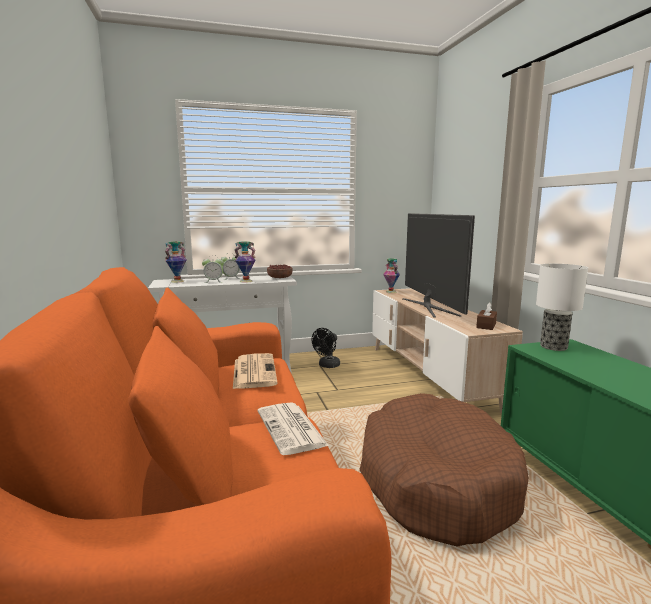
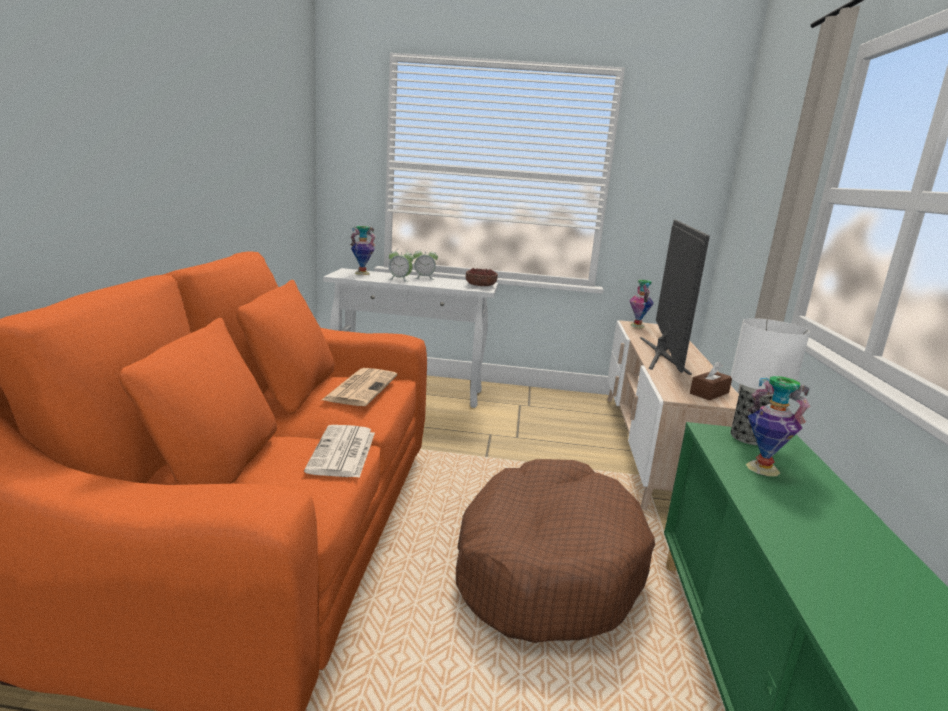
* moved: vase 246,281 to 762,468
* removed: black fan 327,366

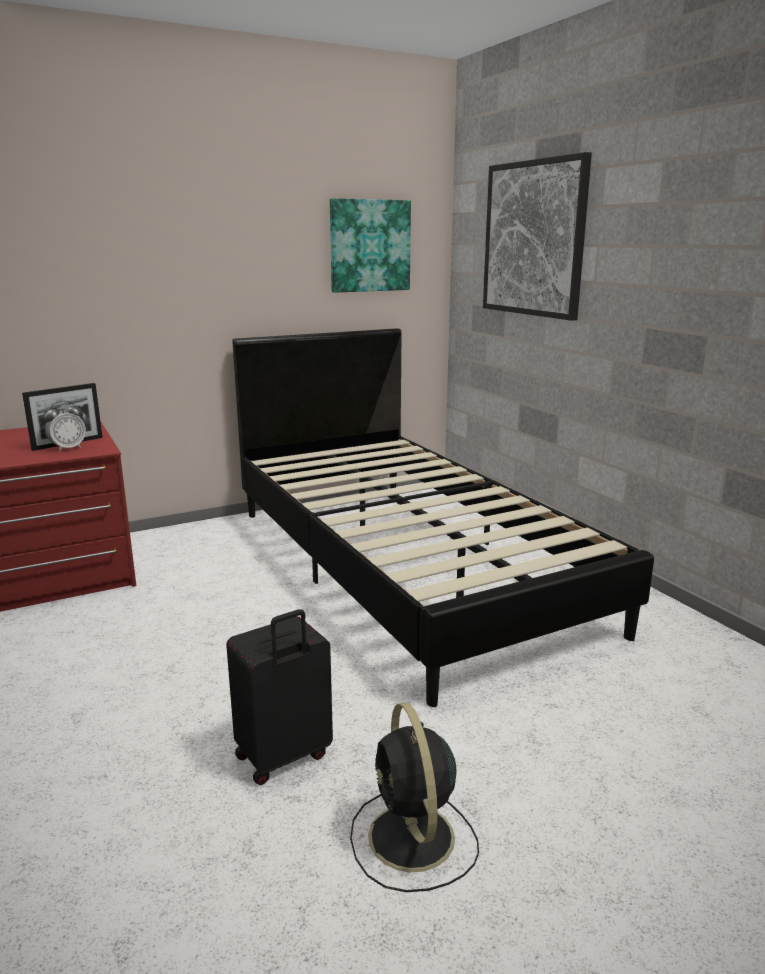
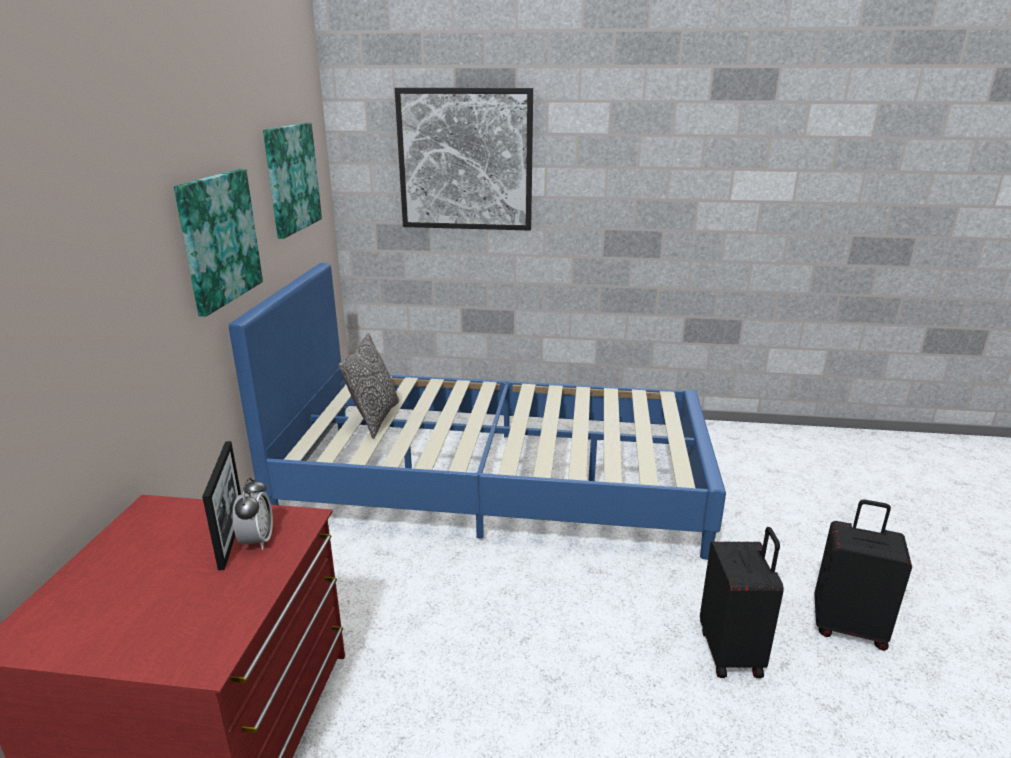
* recoloured: black bed 406,565 to blue bed 495,483
* replaced: black fan 412,840 to black suitcase 848,627
* added: picture 218,239
* added: pillow 374,418

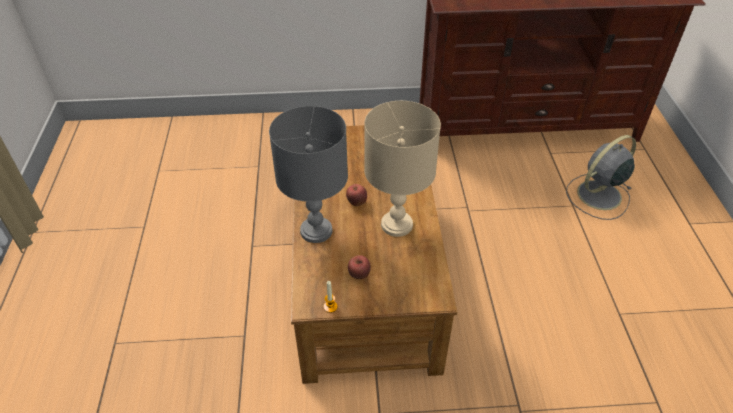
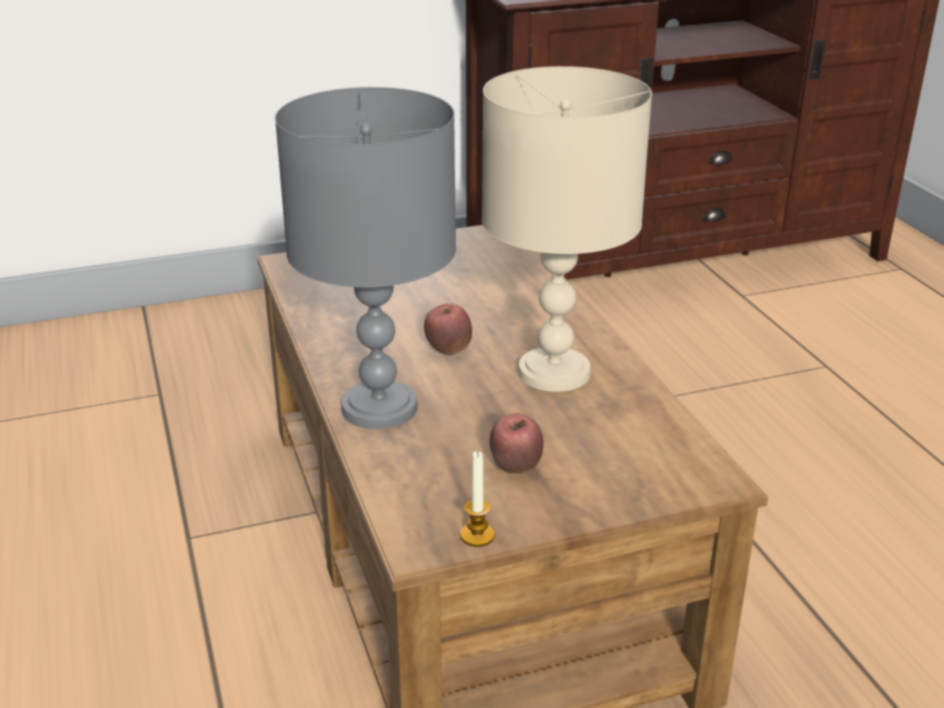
* removed: grey fan 597,196

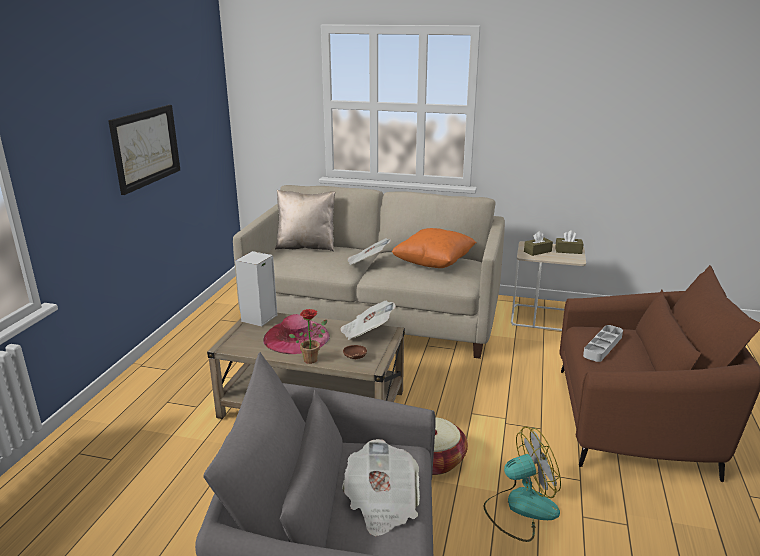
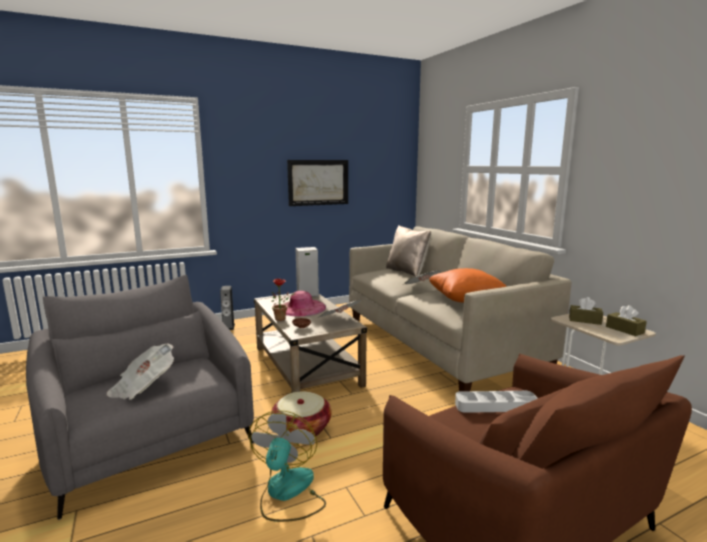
* turned: fan 520,508 = 287,493 120 degrees counterclockwise
* added: speaker 228,327

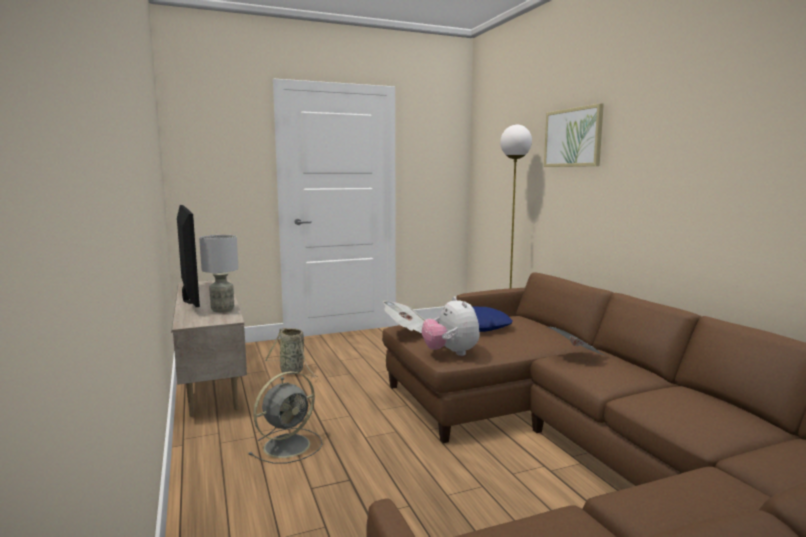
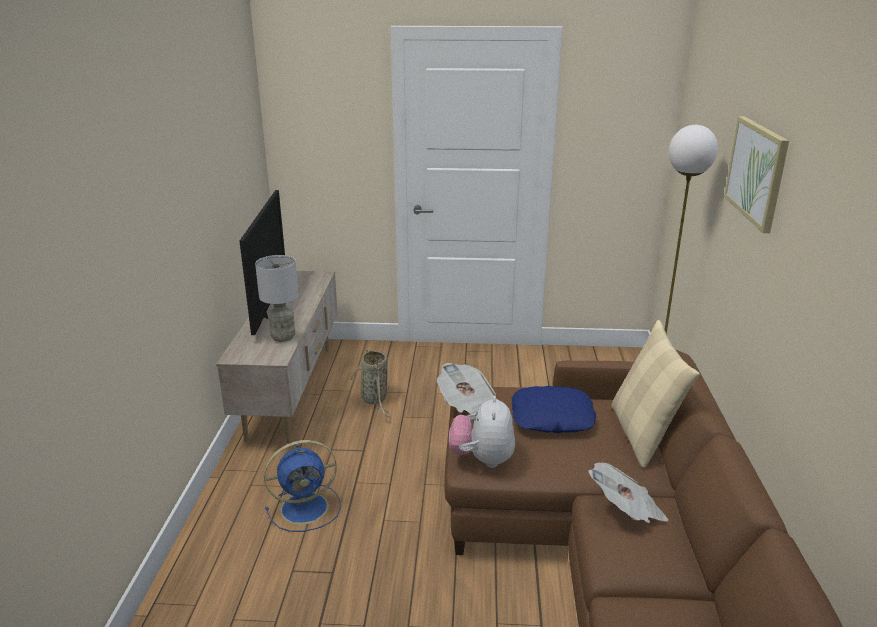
* recoloured: grey fan 289,445 to blue fan 306,507
* added: beige pillow 642,434

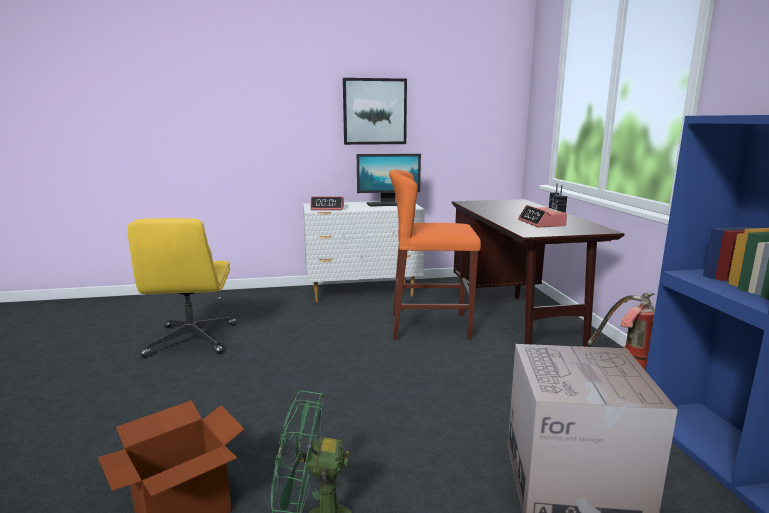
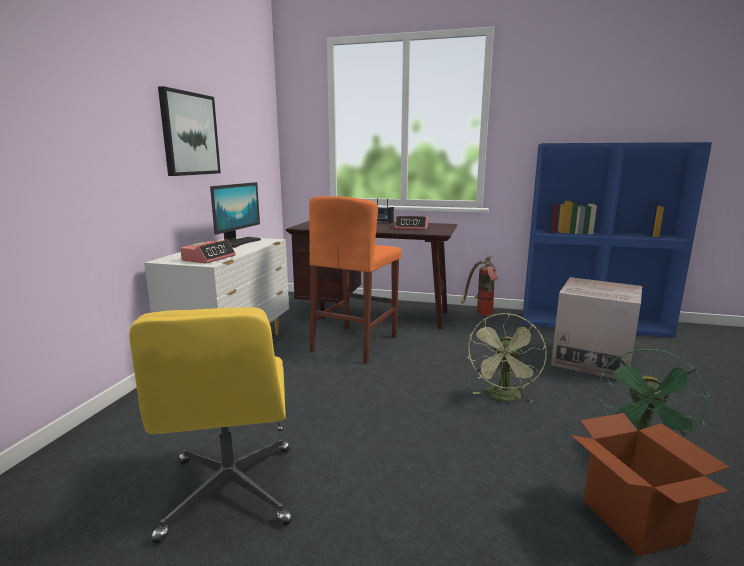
* turned: yellow office chair 192,340 = 230,492 60 degrees clockwise
* added: green fan 504,398

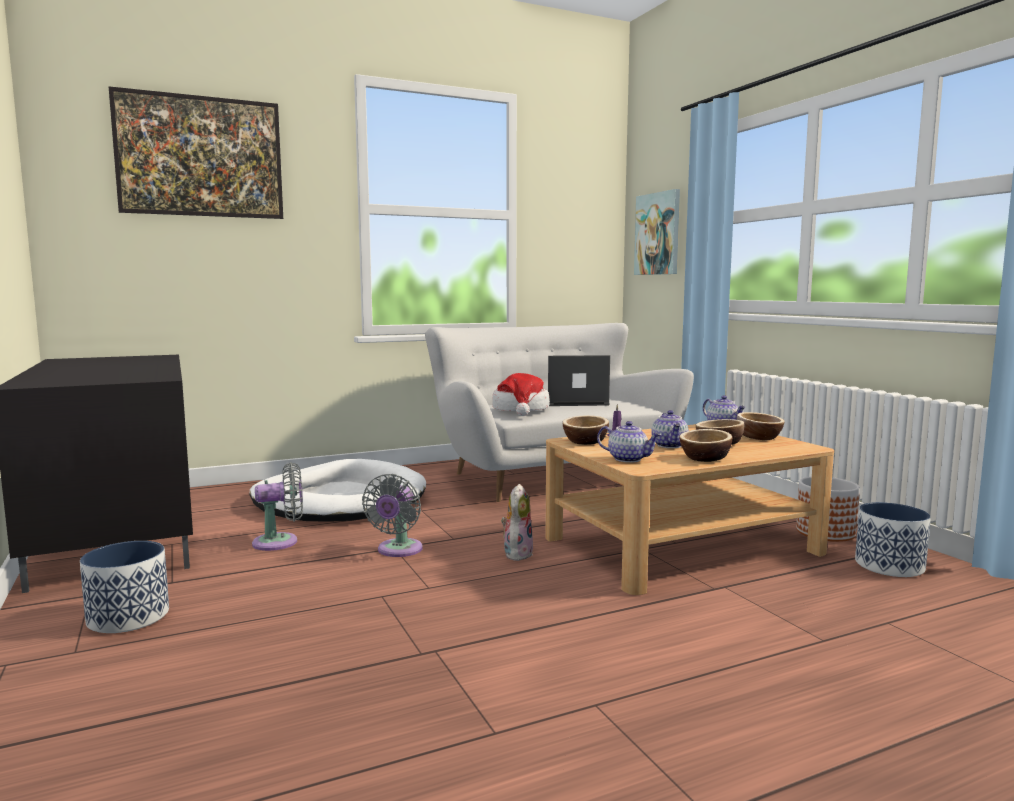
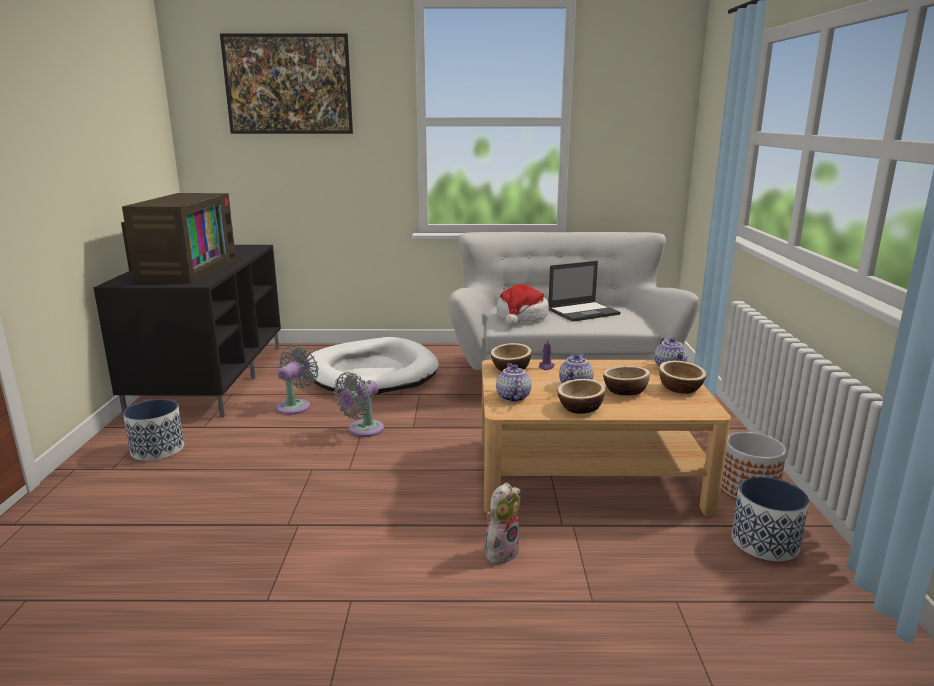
* turned: grey fan 280,542 = 296,406 75 degrees counterclockwise
* moved: plush toy 517,553 to 501,551
* turned: laptop 573,402 = 584,312 135 degrees clockwise
* turned: teapot 628,459 = 512,397 150 degrees counterclockwise
* removed: picture 658,234
* added: television 185,269

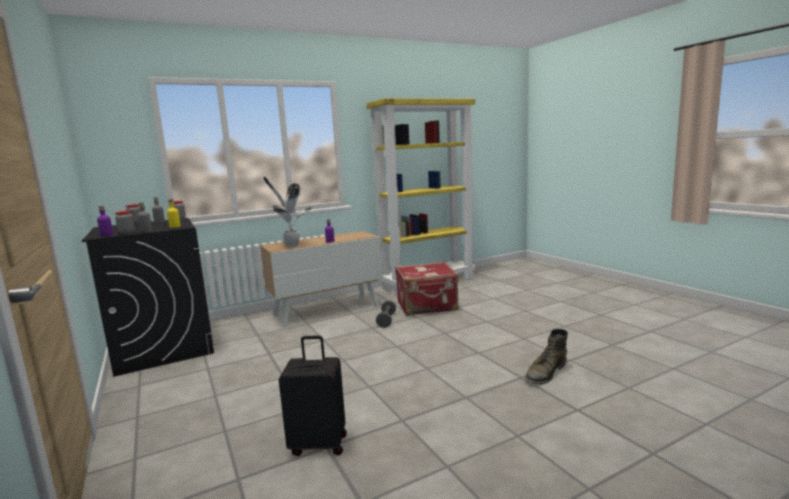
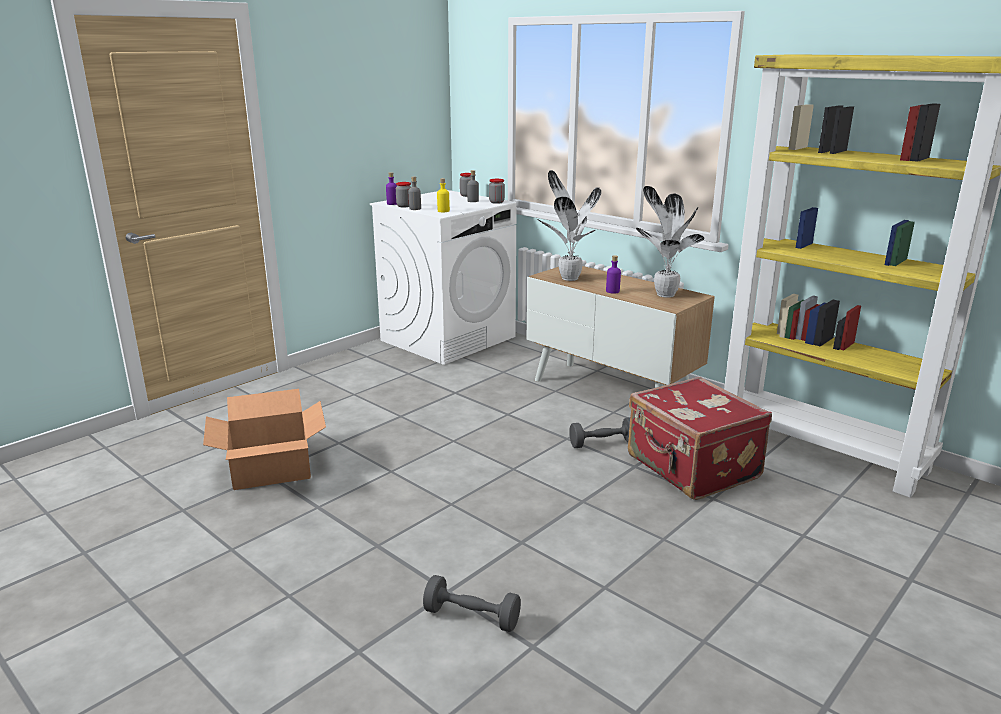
* recoloured: black washing machine 164,347 to white washing machine 448,338
* replaced: black suitcase 319,444 to cardboard box 271,468
* replaced: green boot 545,372 to grey dumbbell 472,617
* added: potted plant 663,295

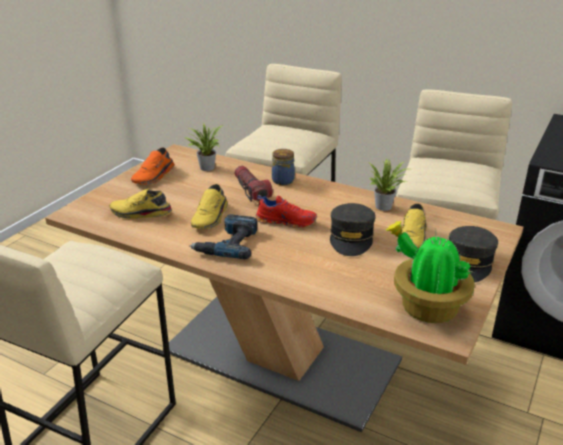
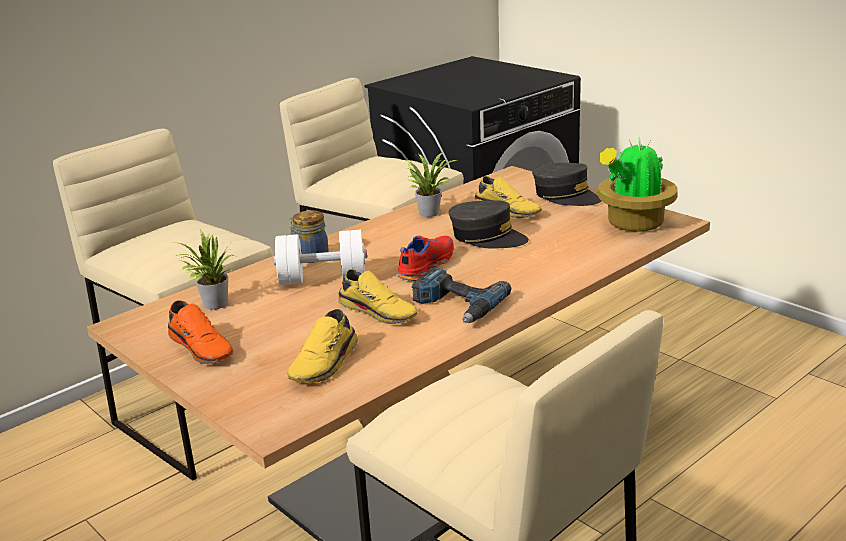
* replaced: flashlight 251,191 to white dumbbell 322,279

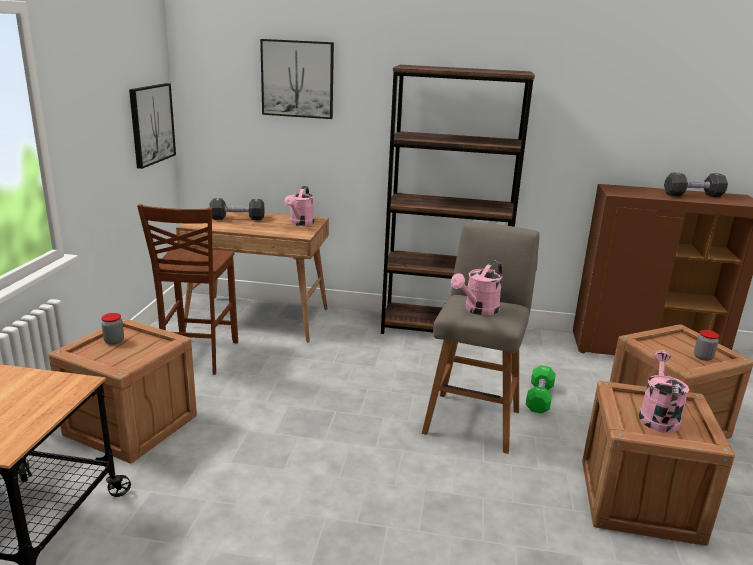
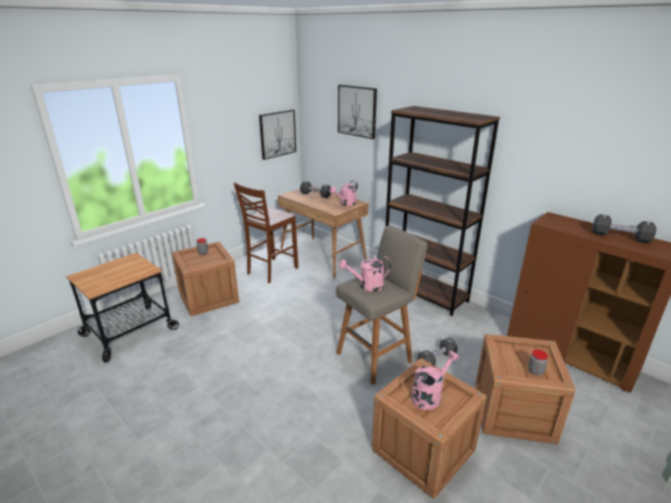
* recoloured: green dumbbell 539,398 to black dumbbell 436,359

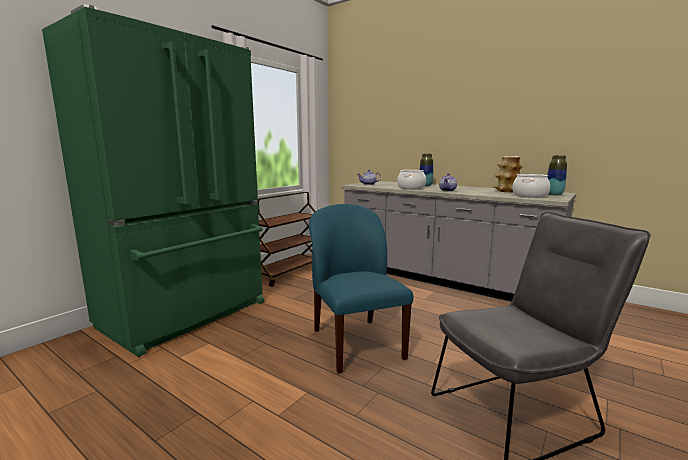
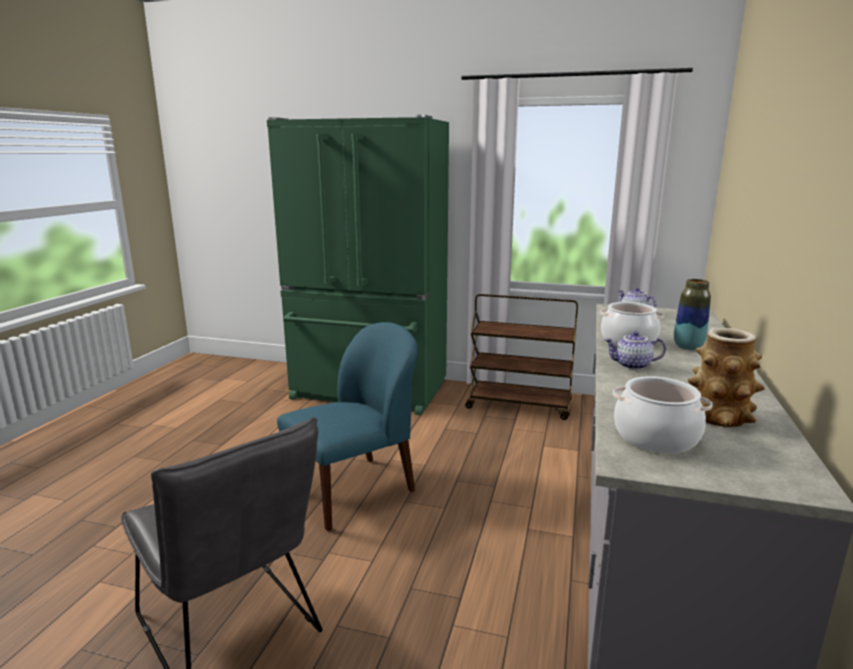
* removed: vase 554,194

